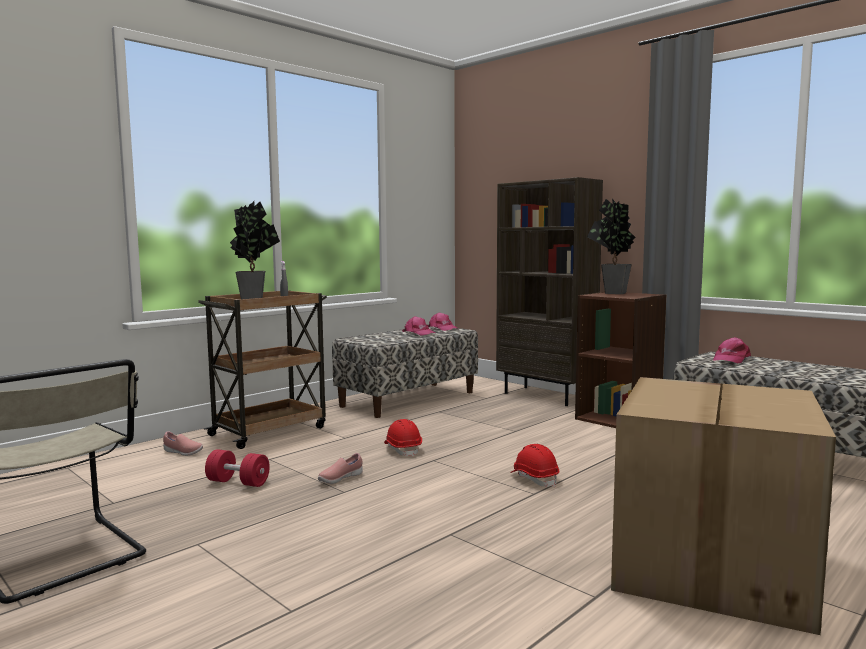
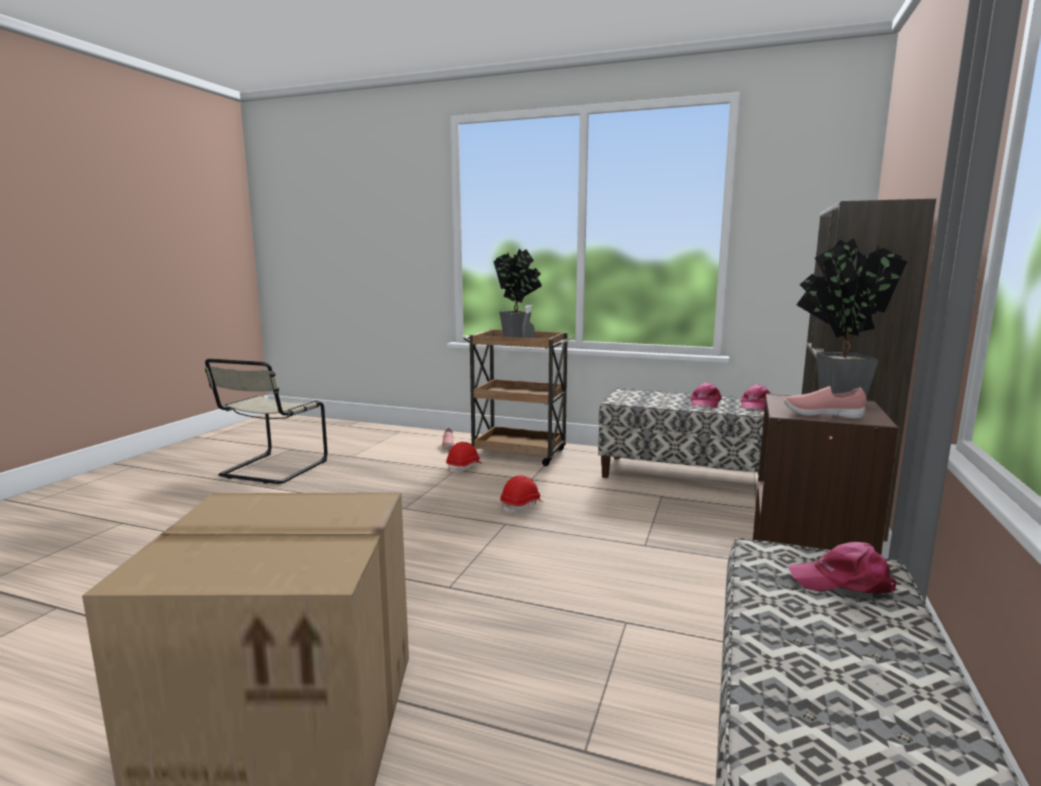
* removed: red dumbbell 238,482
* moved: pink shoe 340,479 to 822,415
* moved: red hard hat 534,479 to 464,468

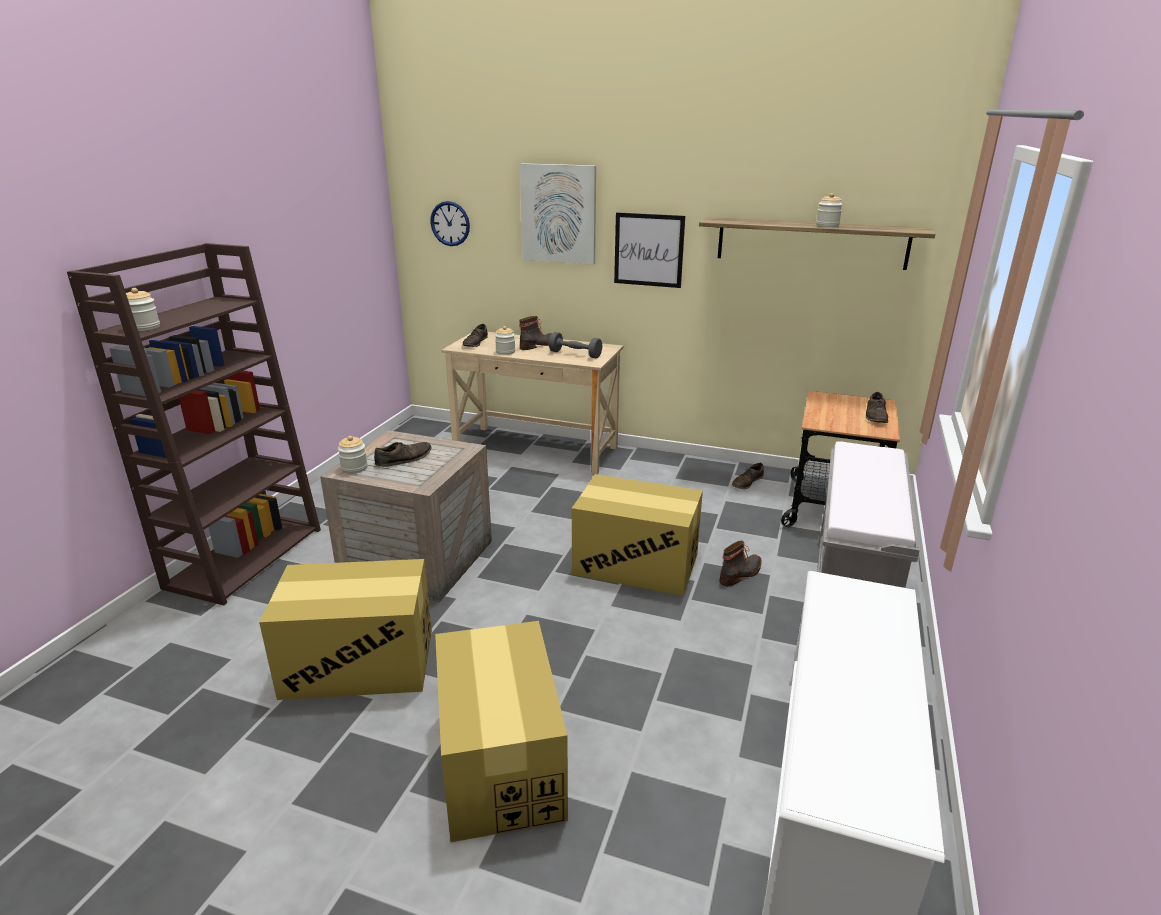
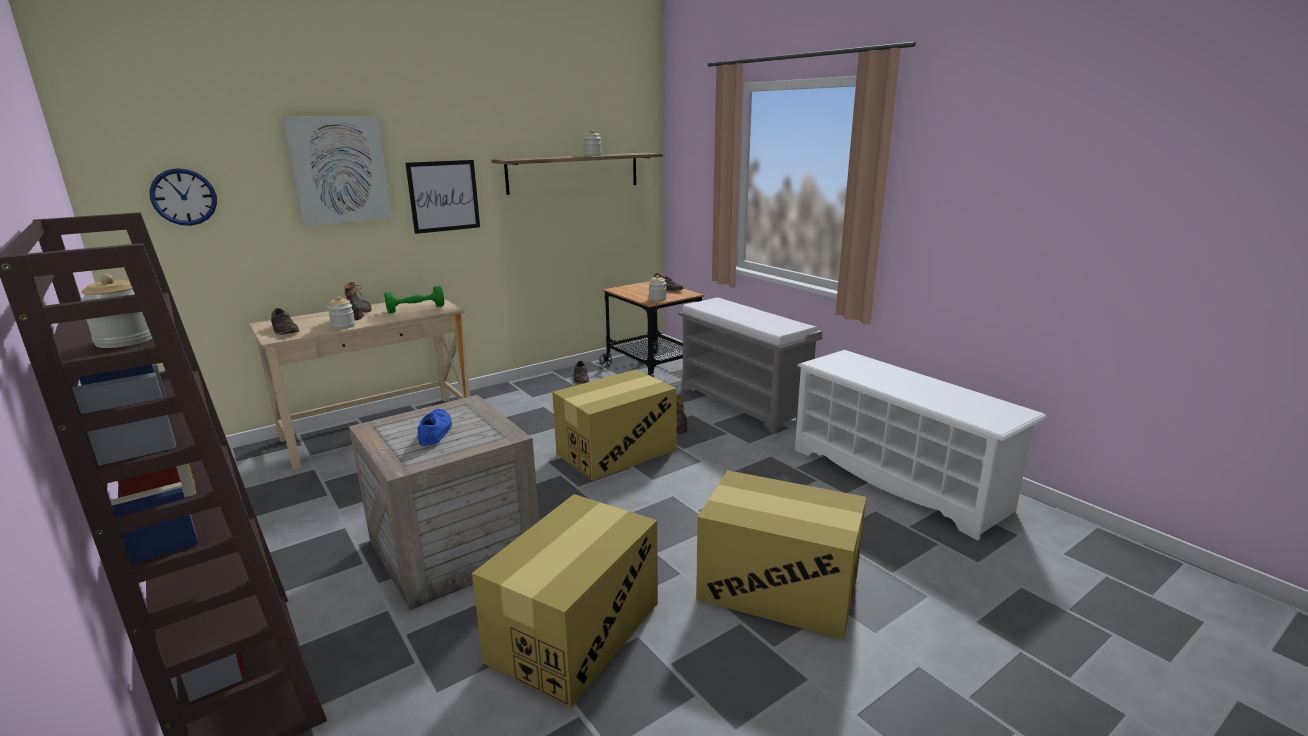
* moved: jar 354,468 to 657,299
* recoloured: brown shoe 404,459 to blue shoe 435,432
* recoloured: grey dumbbell 575,354 to green dumbbell 416,309

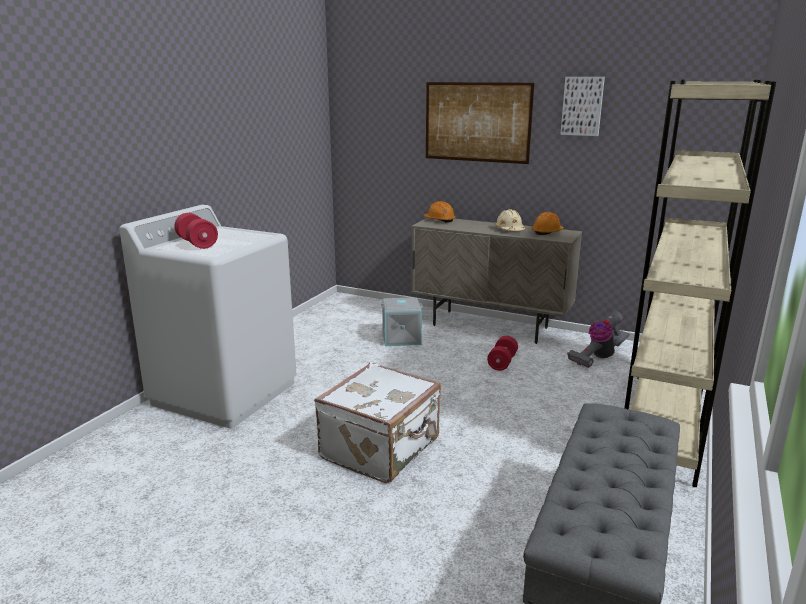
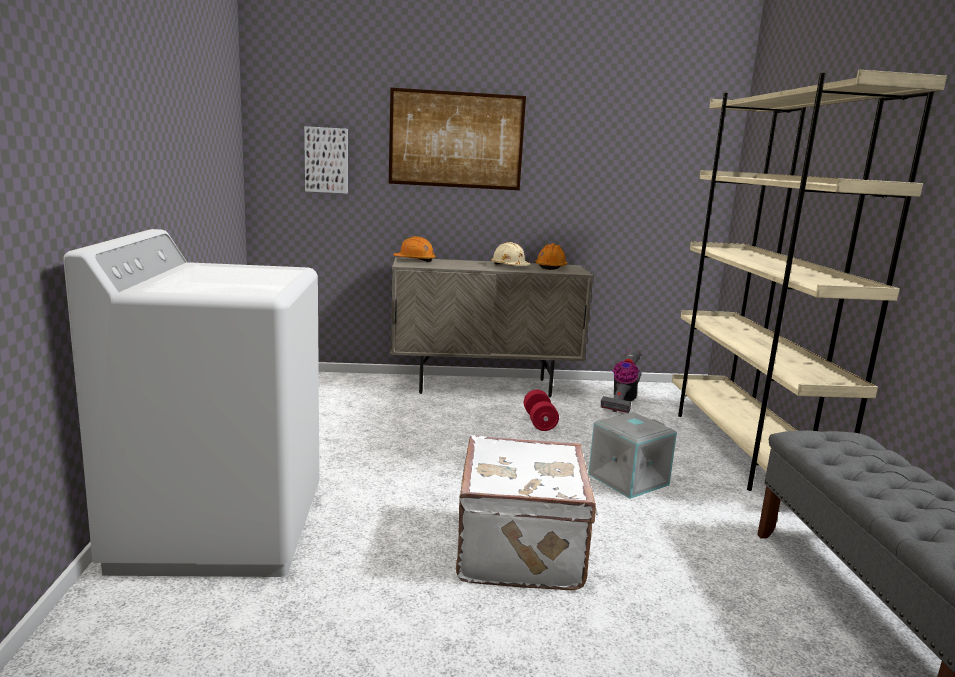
* removed: red dumbbell 197,243
* moved: grey storage box 401,338 to 627,479
* moved: picture 582,106 to 326,160

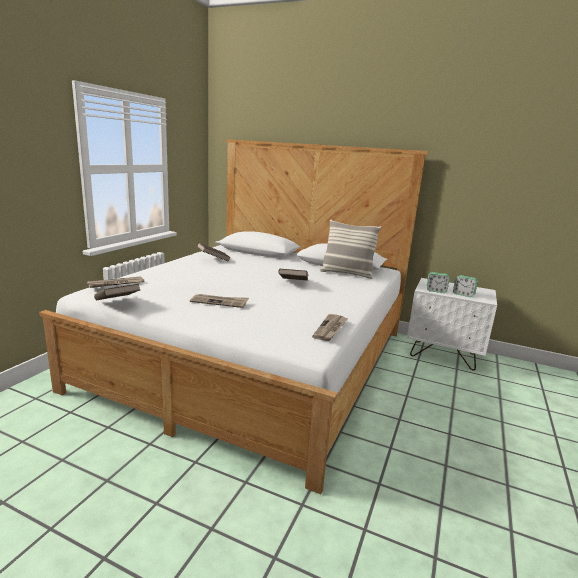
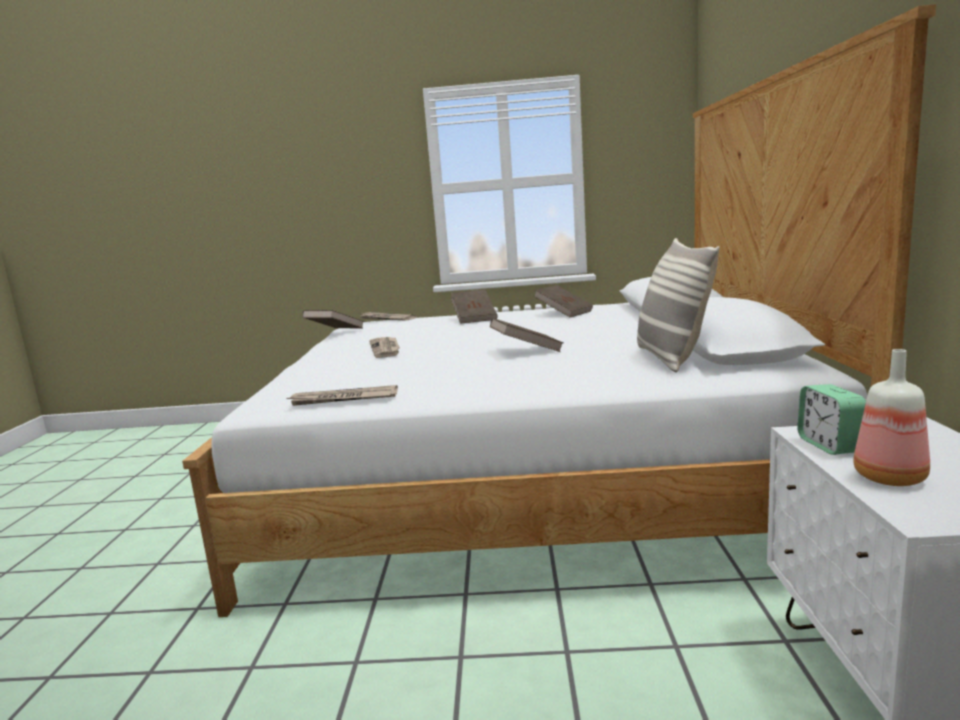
* replaced: alarm clock 463,294 to bottle 892,478
* added: brown book 474,318

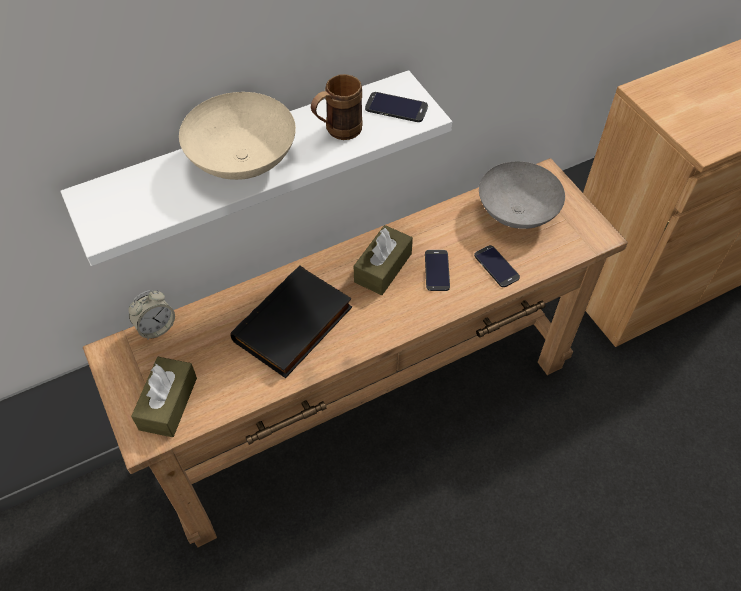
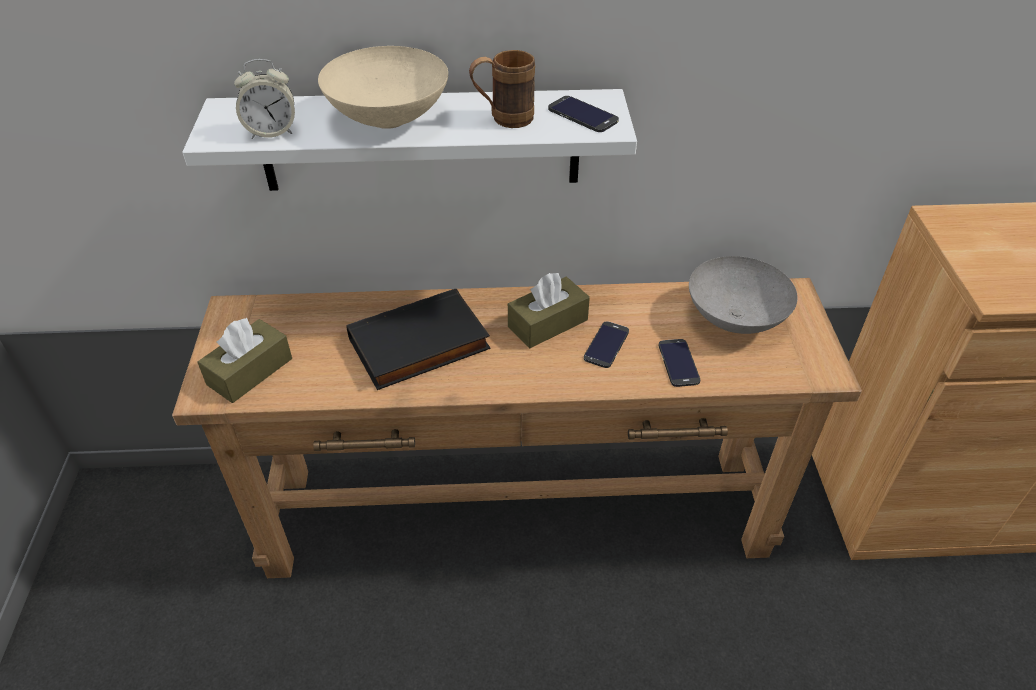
* moved: alarm clock 156,327 to 272,131

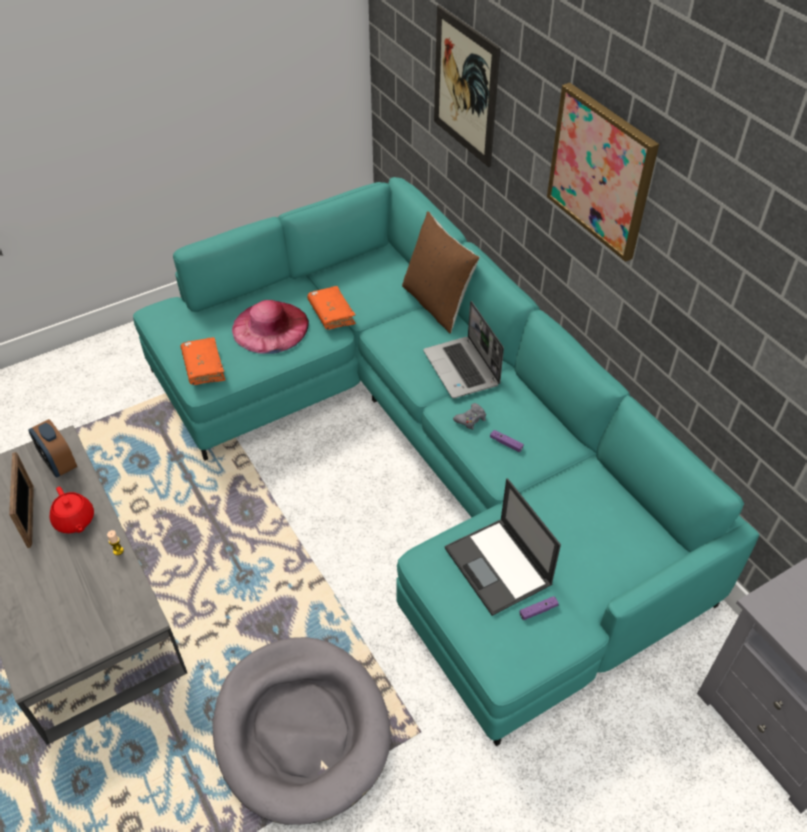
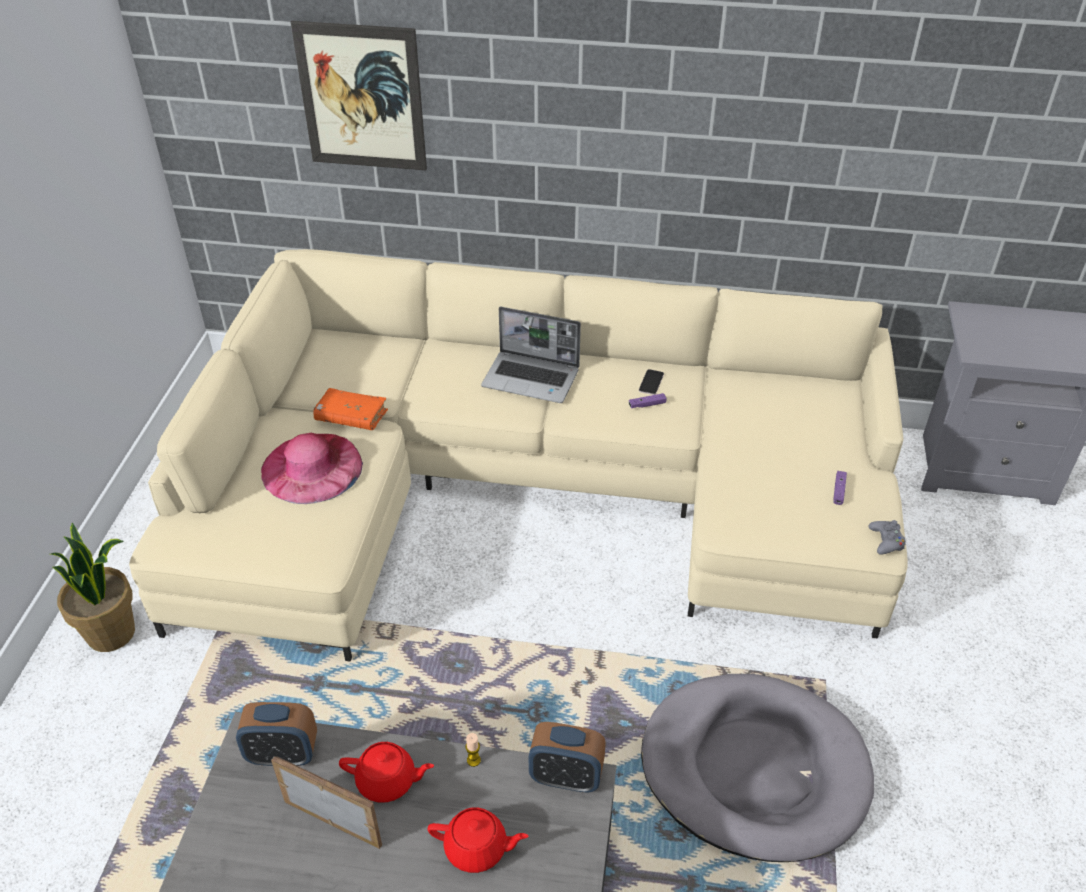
* recoloured: turquoise sofa 424,449 to beige sofa 527,491
* removed: orange book 203,367
* removed: brown pillow 437,304
* removed: laptop 499,567
* moved: grey game controller 470,419 to 886,541
* removed: picture 601,171
* added: potted plant 112,633
* added: red teapot 477,848
* added: alarm clock 566,777
* added: phone 651,382

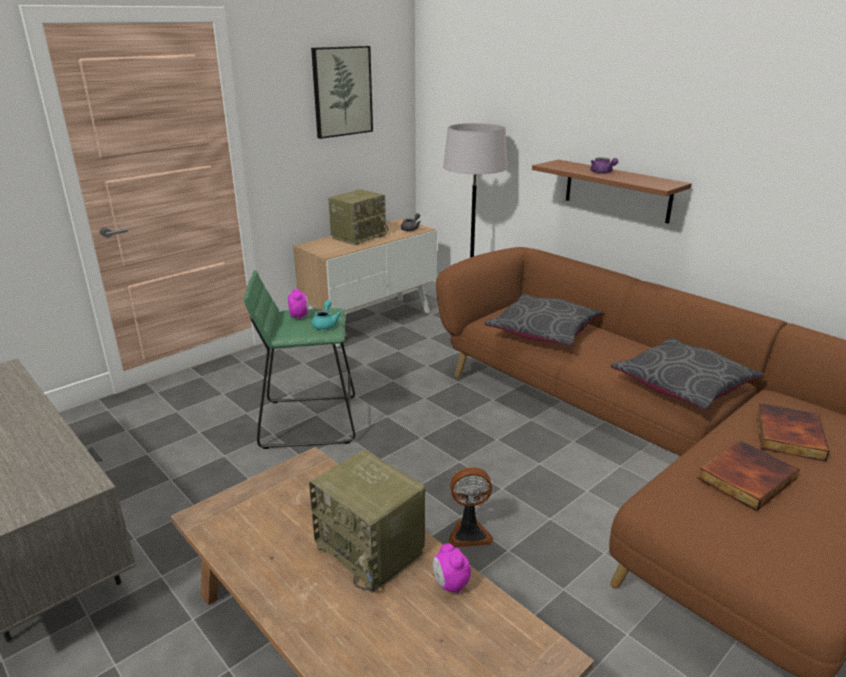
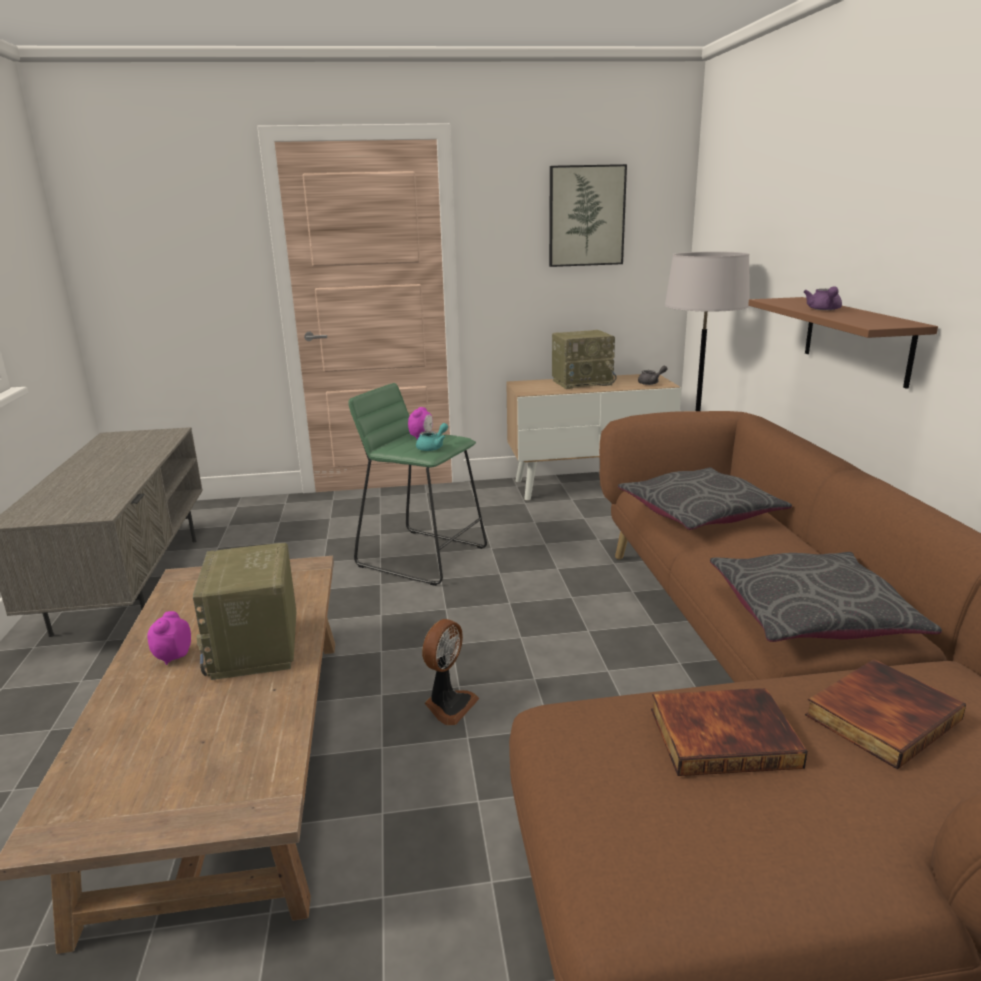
* moved: alarm clock 450,584 to 173,656
* turned: fan 469,533 = 448,705 90 degrees counterclockwise

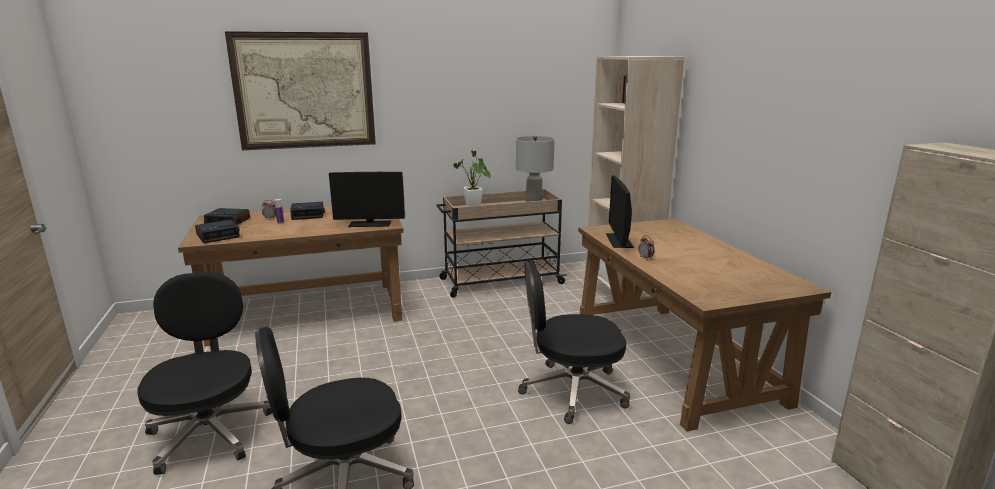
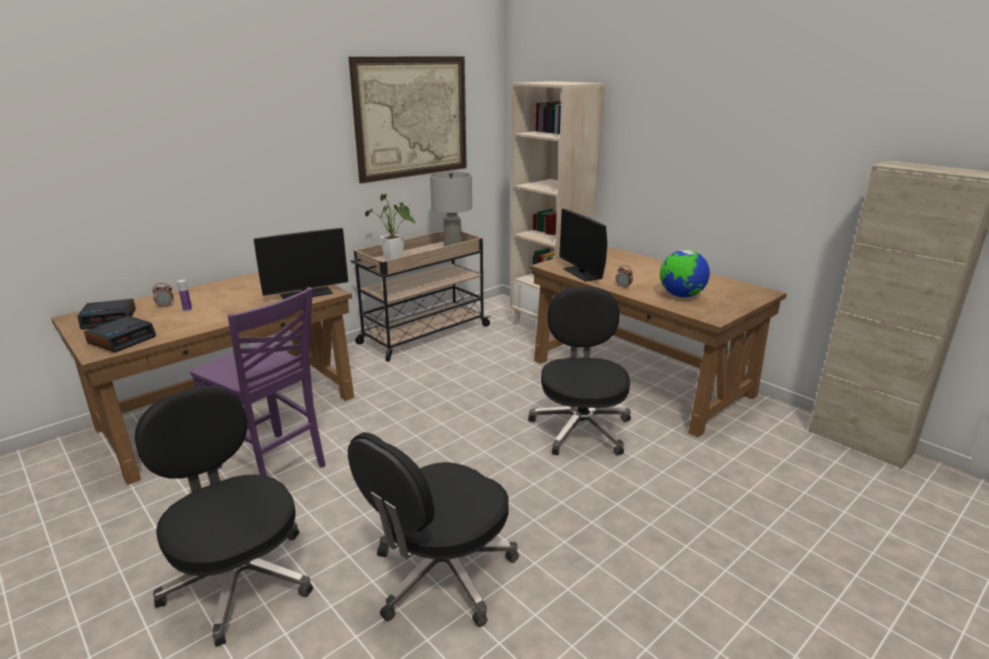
* moved: picture 305,91 to 412,117
* removed: alarm clock 308,215
* turned: black office chair 571,391 = 580,427 120 degrees clockwise
* added: purple chair 272,467
* added: globe 681,296

